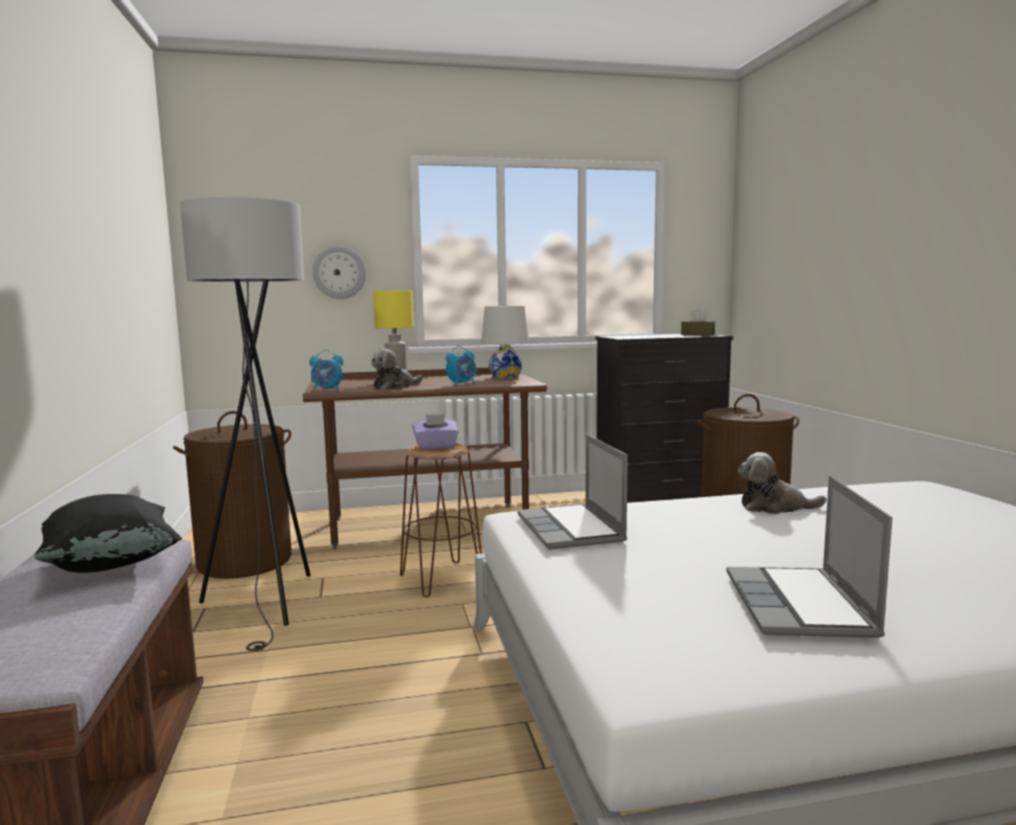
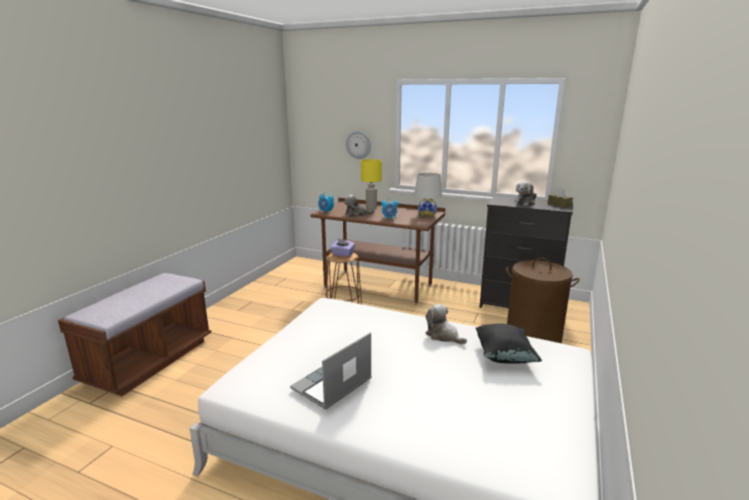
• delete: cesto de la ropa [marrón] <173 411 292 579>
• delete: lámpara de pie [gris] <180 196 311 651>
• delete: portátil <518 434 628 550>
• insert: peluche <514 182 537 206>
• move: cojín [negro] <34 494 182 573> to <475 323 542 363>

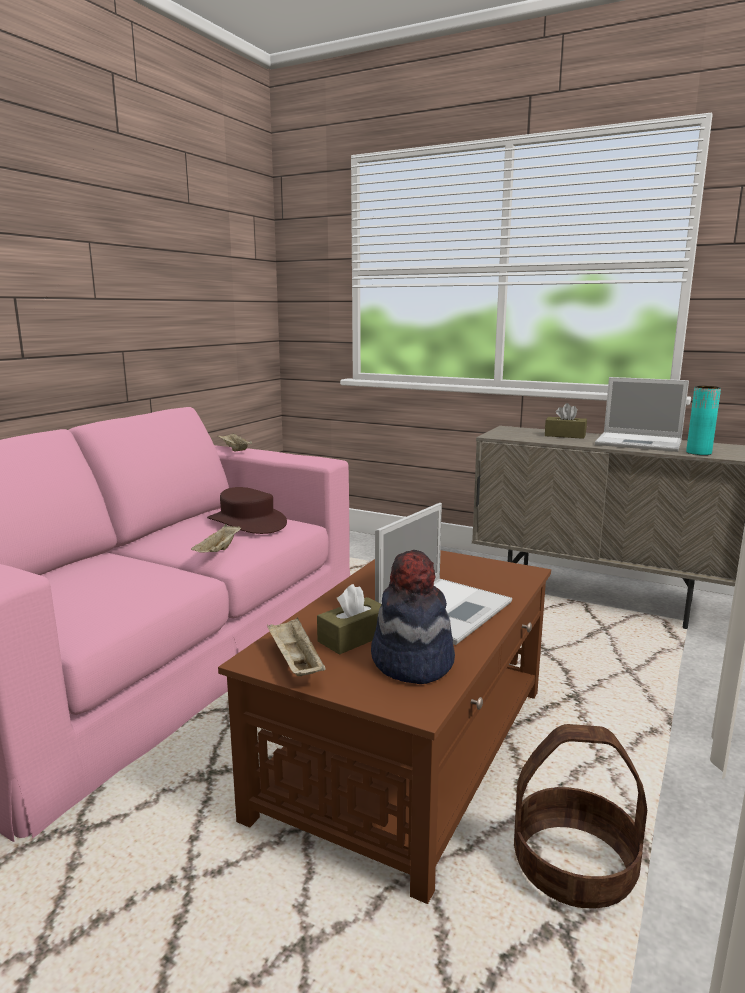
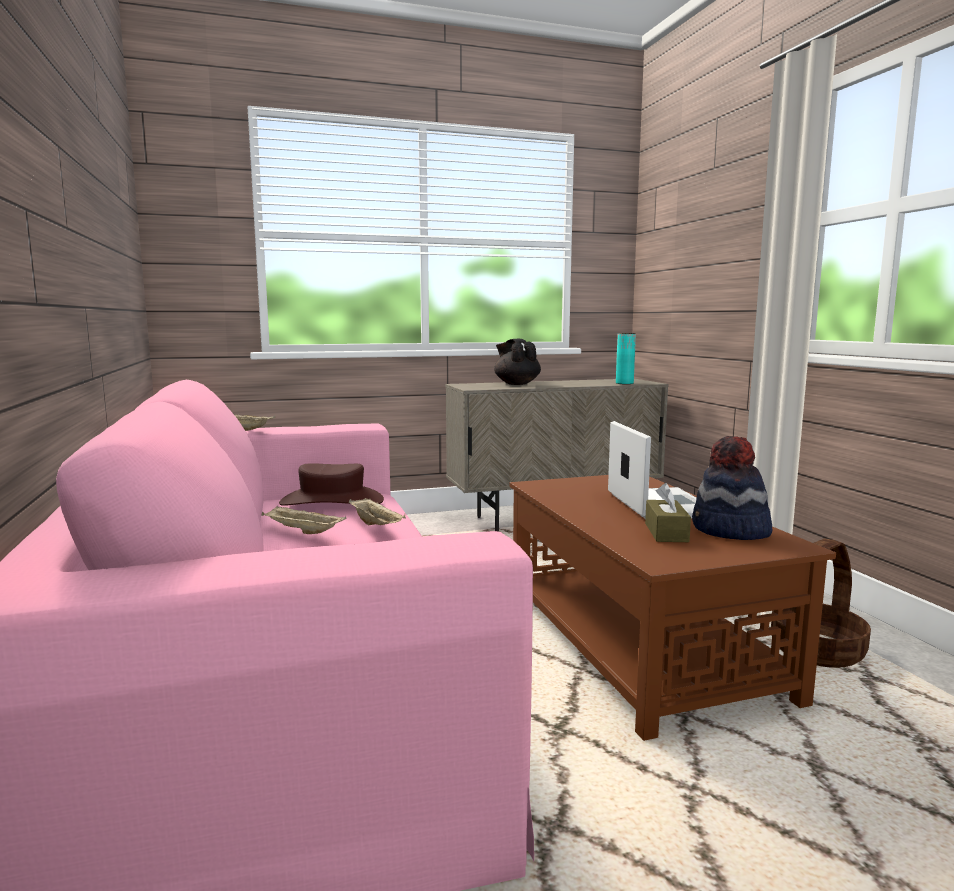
• delete: portátil <595 377 689 452>
• move: bandeja [beis] <267 617 326 676> to <261 506 346 534>
• replace: caja de pañuelos [marrón] <545 403 587 439> to tetera [negro] <494 339 541 385>

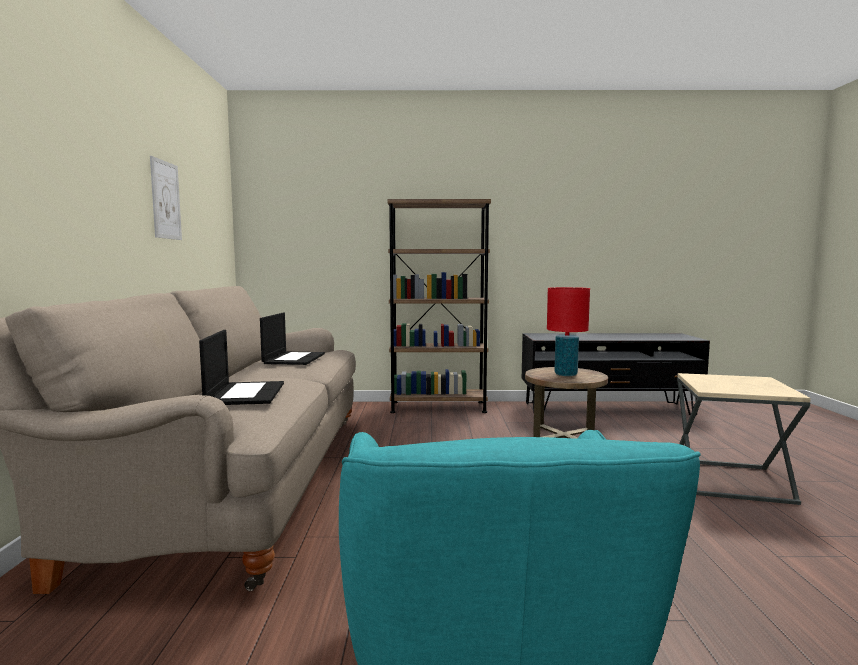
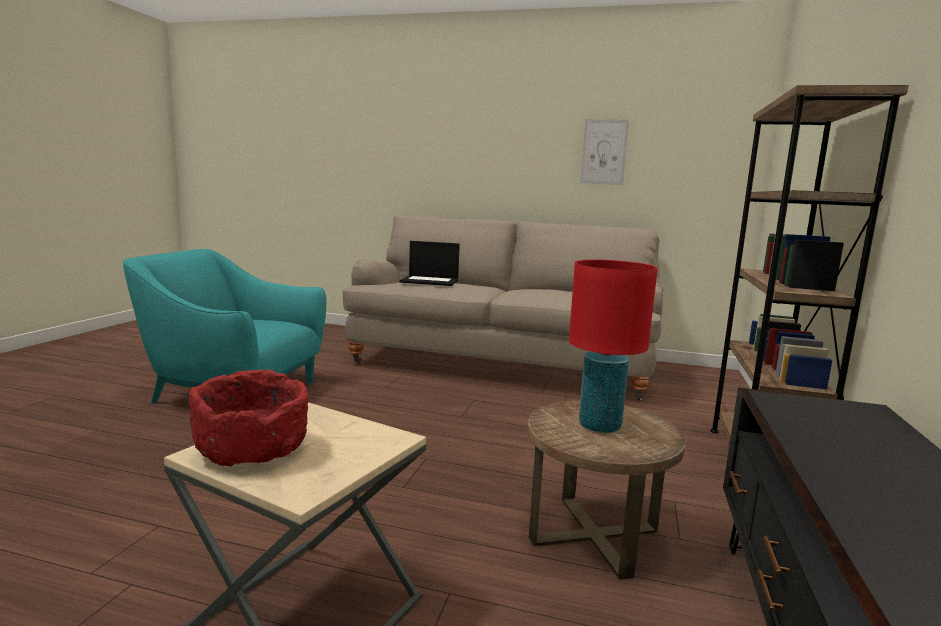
• delete: portátil <260 313 325 365>
• insert: cuenco [rojo] <189 370 309 467>

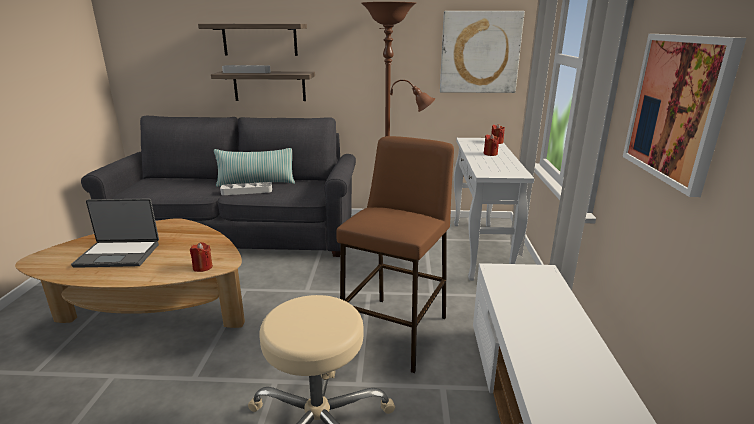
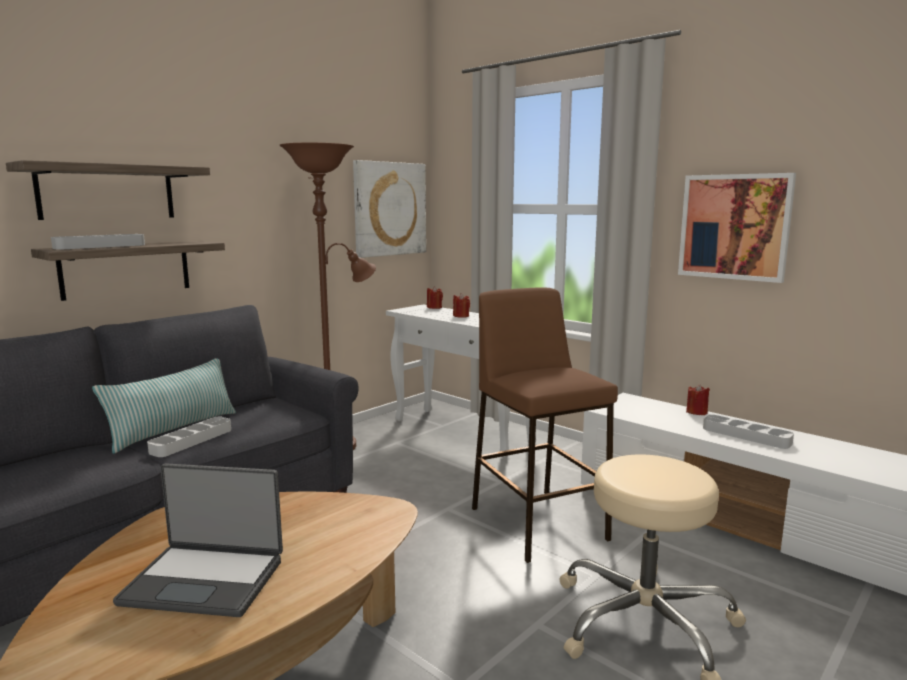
• insert: bandeja [gris] <703 415 794 449>
• move: vela [rojo] <190 242 213 272> to <686 384 710 415>
• rotate: portátil <71 199 159 268> = <113 463 283 617> 60 degrees clockwise

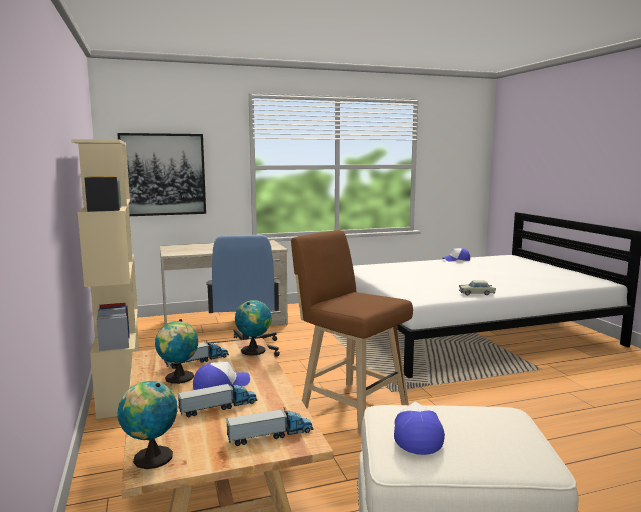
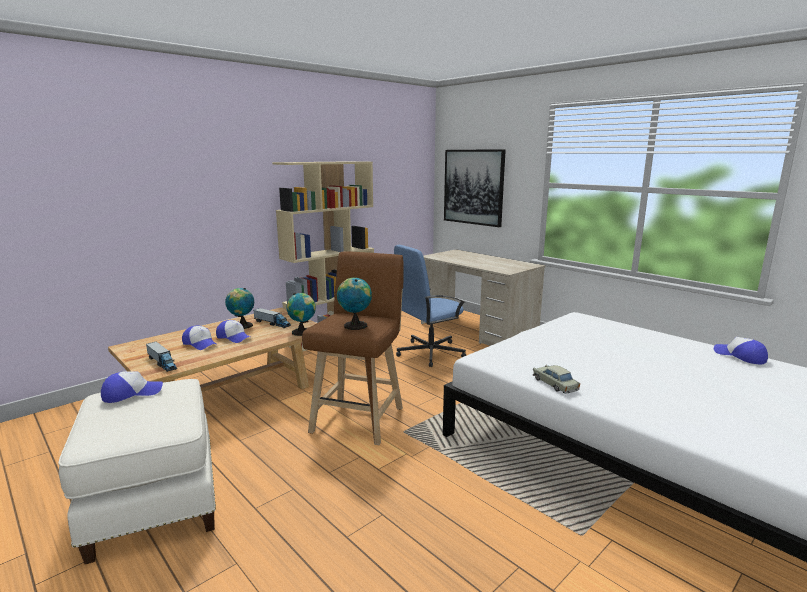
• move: globo terráqueo <118 381 177 469> to <337 278 372 330>
• replace: camión de juguete <177 382 257 417> to gorra <182 326 216 350>

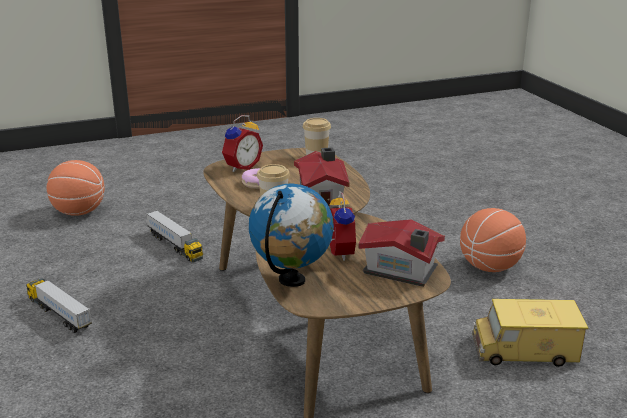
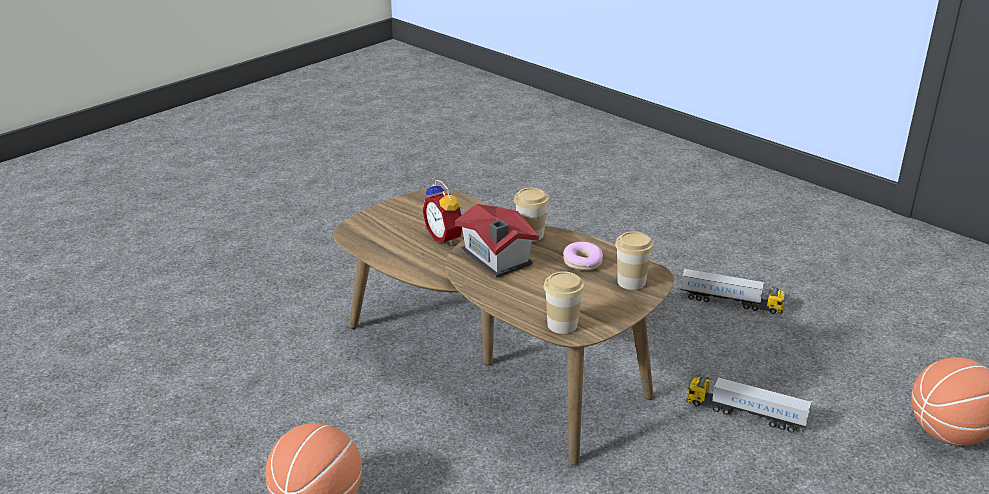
• delete: globo terráqueo <249 184 334 287>
• delete: casita <358 219 445 287>
• delete: camión de juguete <472 299 588 367>
• replace: despertador <222 115 263 172> to taza <615 231 654 290>

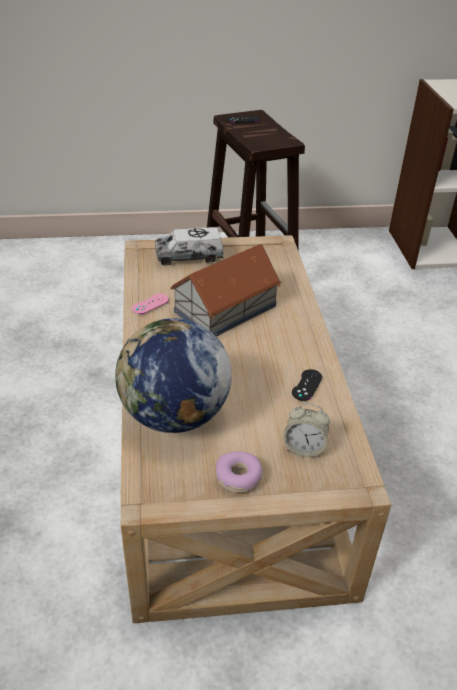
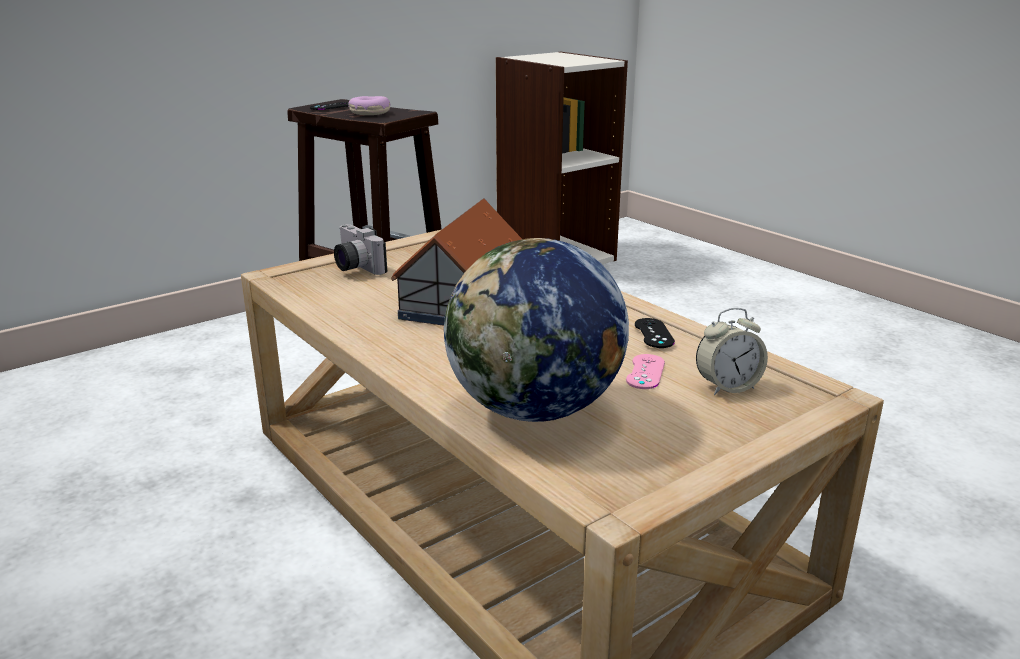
• move: mando de consola [rosa] <132 294 169 314> to <626 354 665 389>
• move: rosquilla <216 451 263 493> to <348 96 391 115>
• replace: camión de juguete <155 227 224 266> to cámara <334 224 387 275>

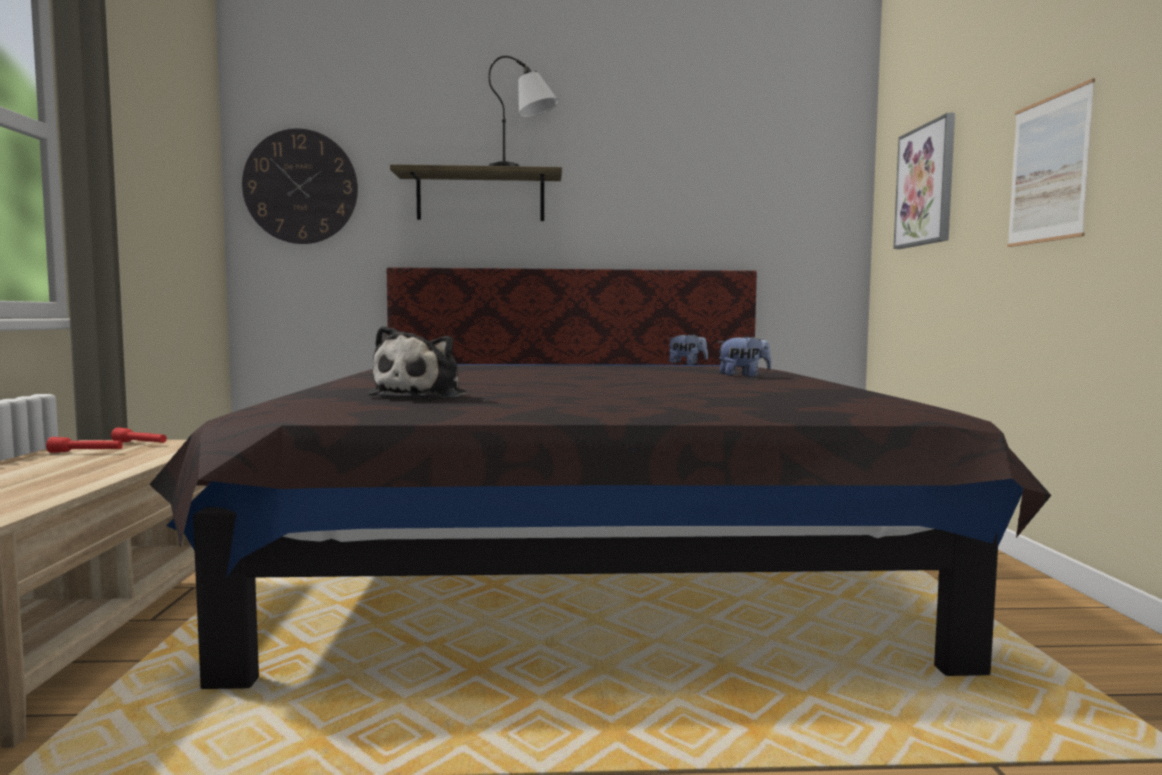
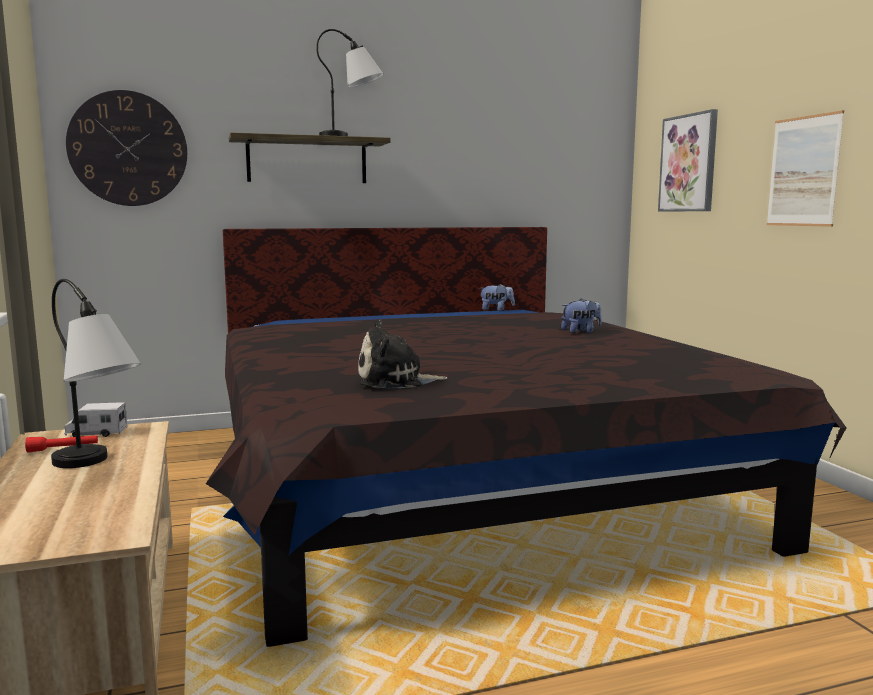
• insert: lámpara de mesa <51 279 141 468>
• replace: linterna [rojo] <111 427 167 443> to camión de juguete <64 402 127 437>
• rotate: peluche <368 326 467 398> = <358 320 447 388> 75 degrees clockwise

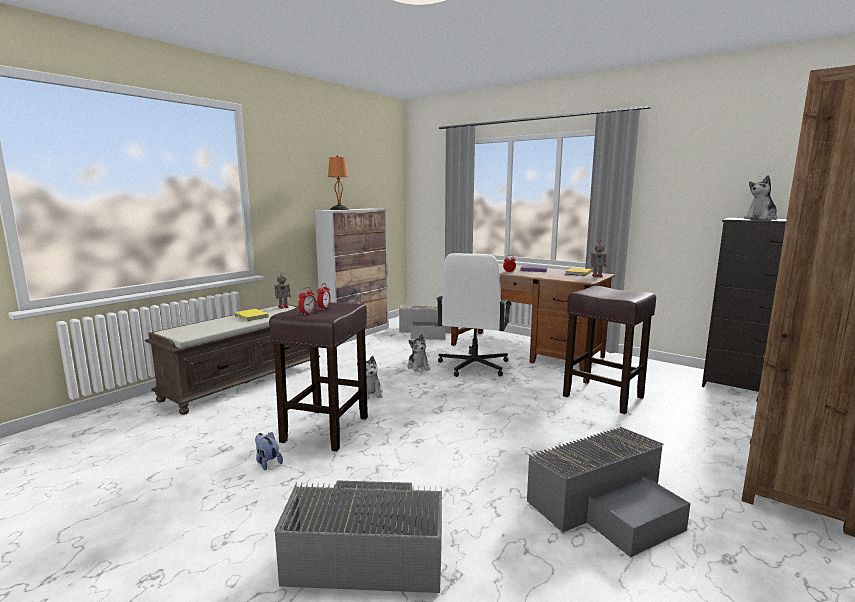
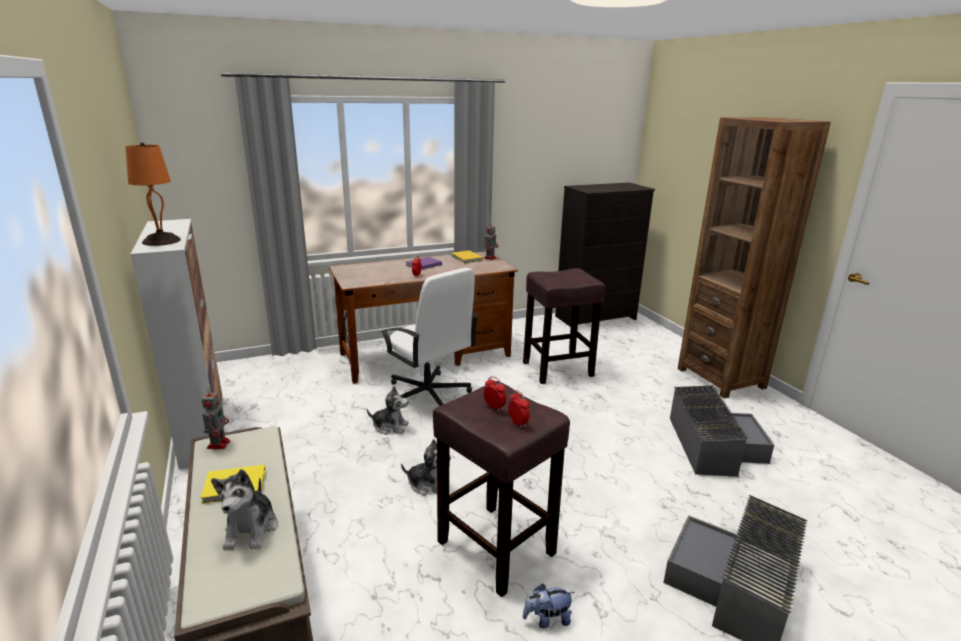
• delete: caja de almacenaje [gris] <399 305 451 340>
• move: peluche <744 175 777 220> to <211 469 277 550>

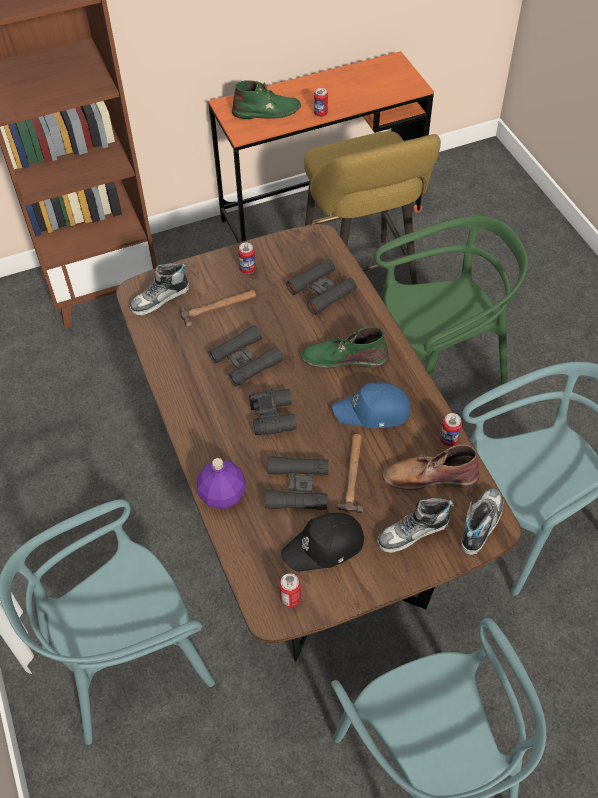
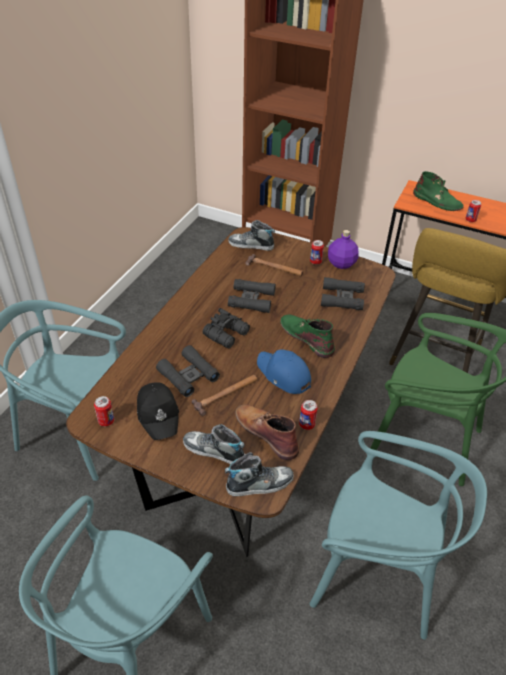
• move: botella [morado] <197 458 246 509> to <328 230 359 269>
• rotate: gorra [negro] <281 513 364 571> = <137 382 179 440> 135 degrees counterclockwise

